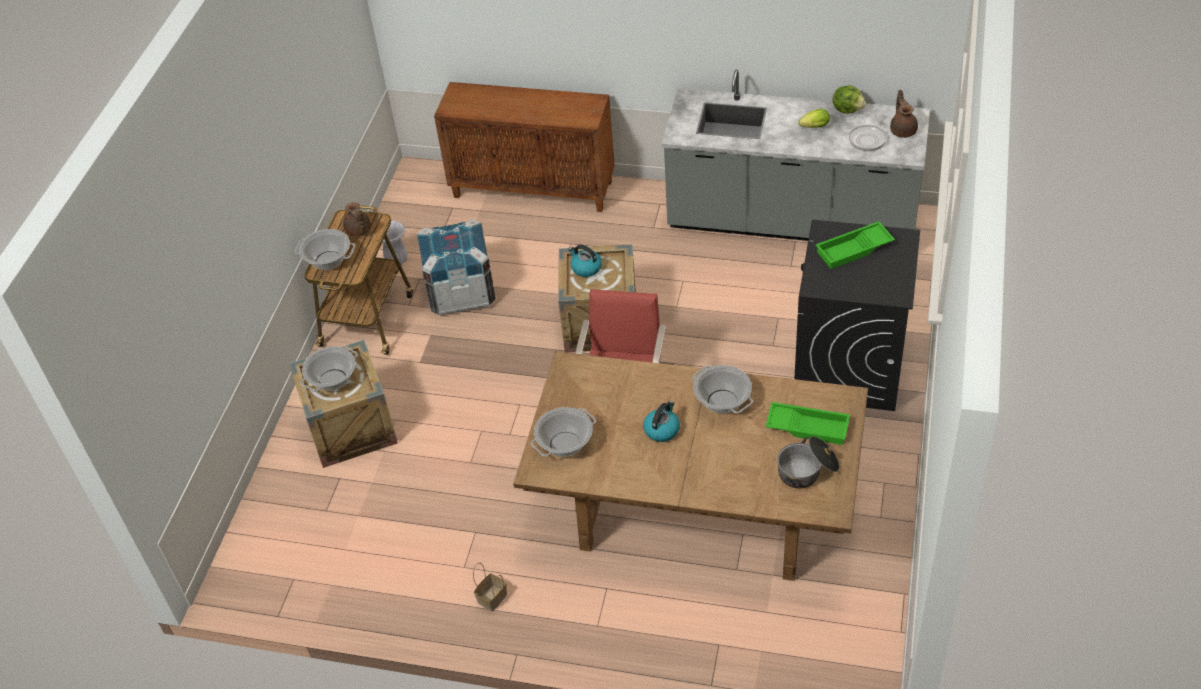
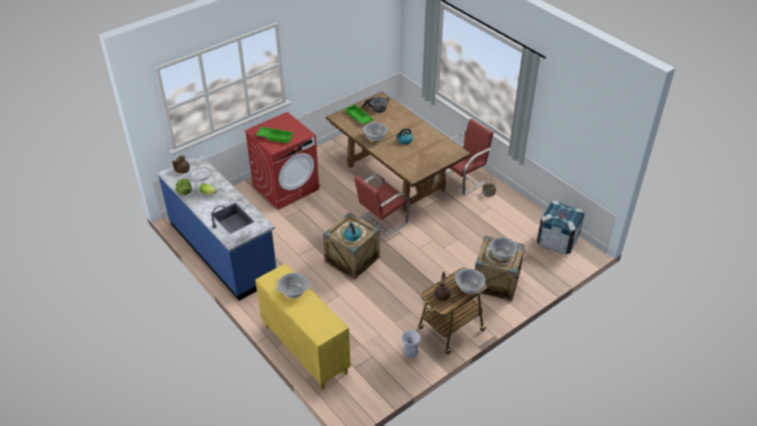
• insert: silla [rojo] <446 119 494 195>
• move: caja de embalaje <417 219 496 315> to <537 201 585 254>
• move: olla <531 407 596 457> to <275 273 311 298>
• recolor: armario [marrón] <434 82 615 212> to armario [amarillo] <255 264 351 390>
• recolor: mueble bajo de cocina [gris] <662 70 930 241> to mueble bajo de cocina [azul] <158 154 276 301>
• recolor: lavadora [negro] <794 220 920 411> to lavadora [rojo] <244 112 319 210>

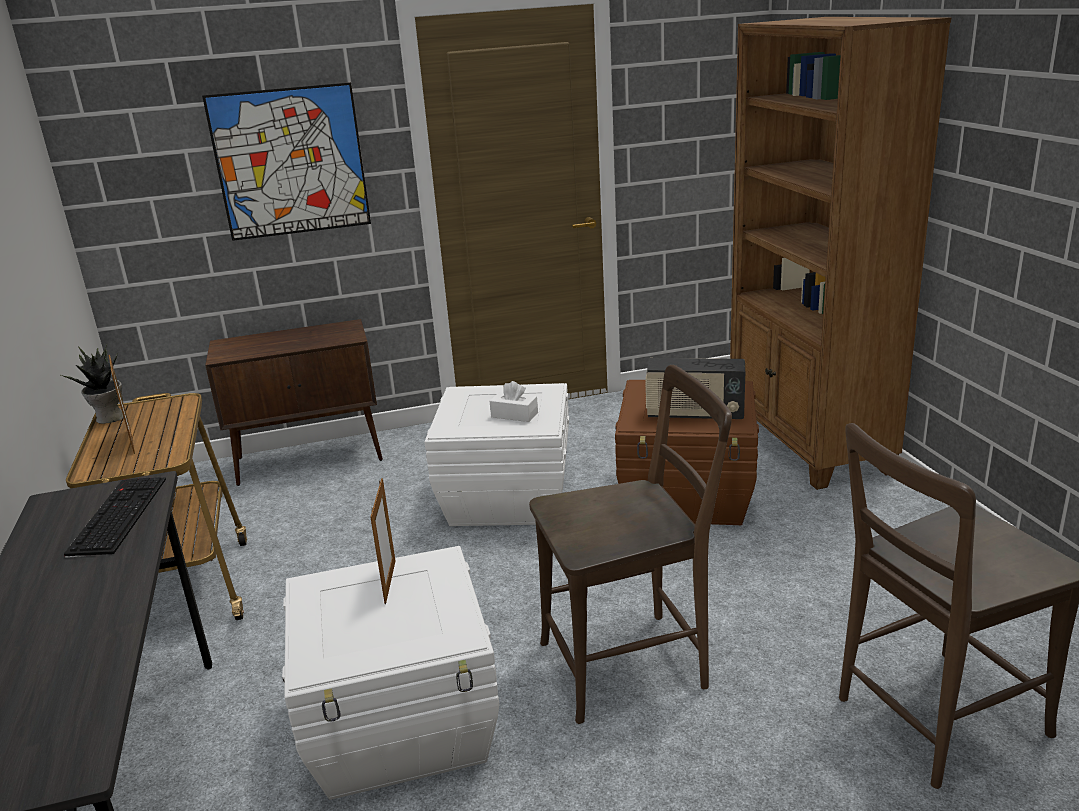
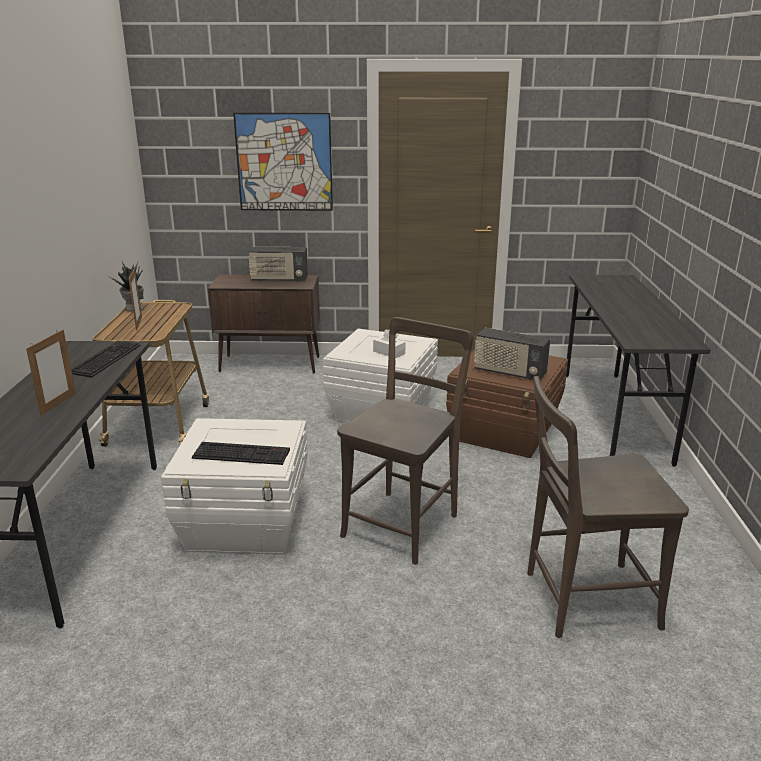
• insert: teclado <192 442 290 465>
• insert: radio <249 247 308 282>
• move: portarretratos <370 478 395 604> to <26 330 76 416>
• replace: estantería [marrón] <730 17 951 490> to escritorio [gris] <566 275 711 466>
• rotate: silla [marrón] <529 365 732 724> = <337 317 473 565> 60 degrees counterclockwise

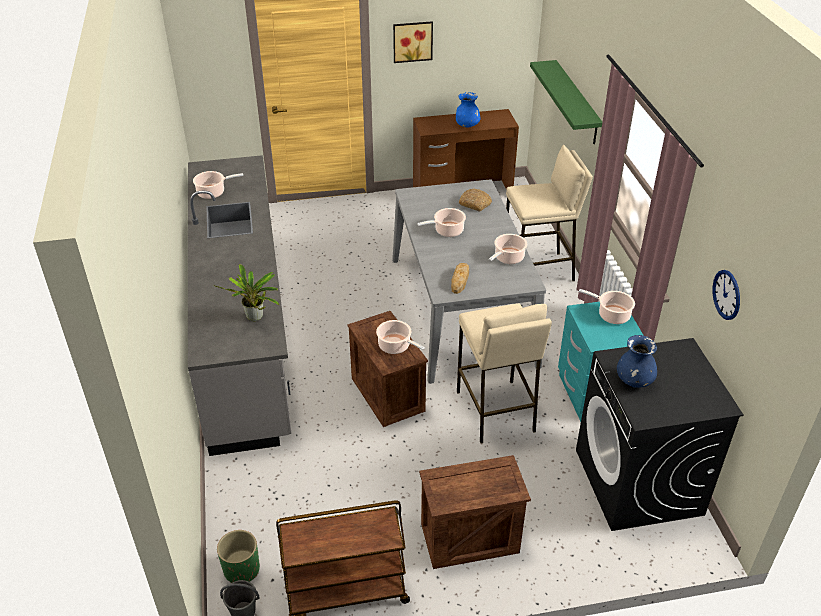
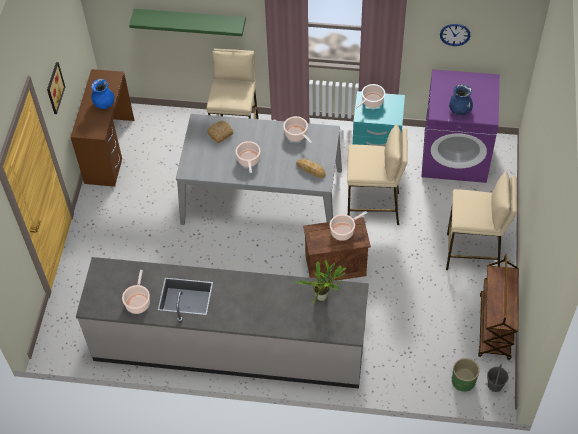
• replace: caja de embalaje <419 455 531 569> to taburete [beis] <446 172 517 270>
• recolor: lavadora [negro] <576 338 744 531> to lavadora [morado] <421 69 500 183>

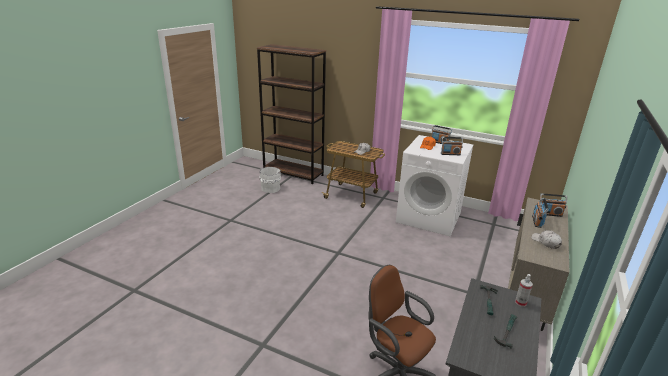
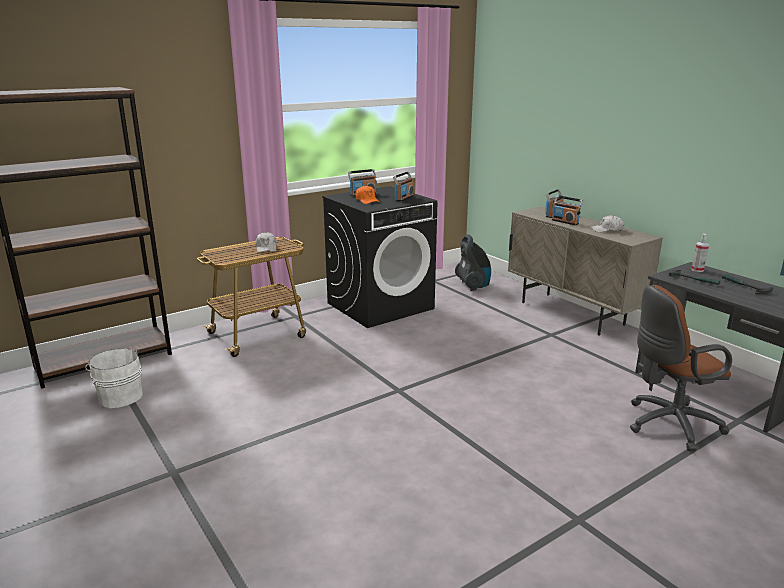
• insert: aspiradora <455 235 491 291>
• recolor: lavadora [blanco] <396 135 474 236> to lavadora [negro] <322 186 438 328>

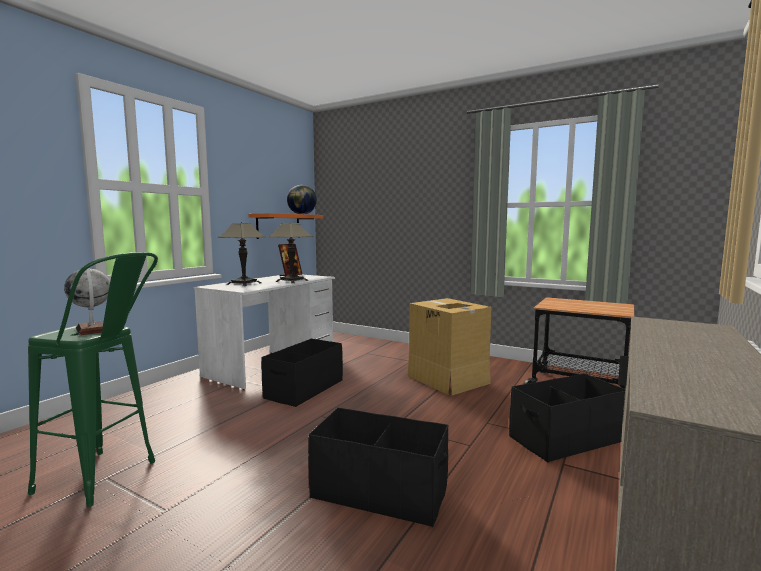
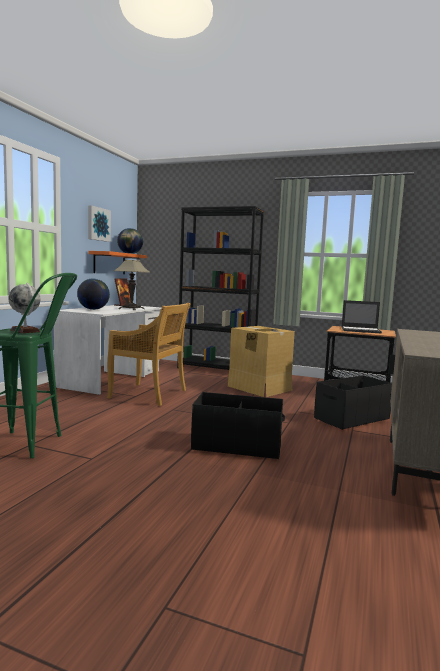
• insert: cuadro <88 205 111 242>
• insert: estantería [negro] <177 206 264 370>
• insert: portátil <342 300 382 333>
• replace: lámpara de mesa <218 222 265 286> to globo terráqueo <77 278 110 310>
• replace: caja de almacenaje [negro] <261 339 343 407> to silla [beis] <107 303 190 406>

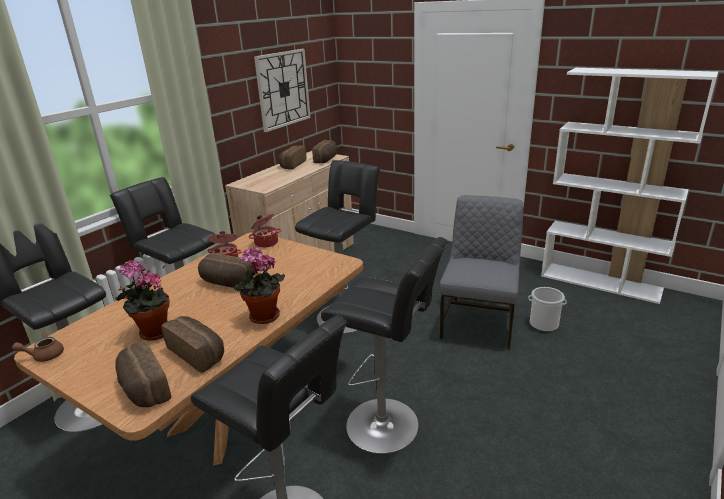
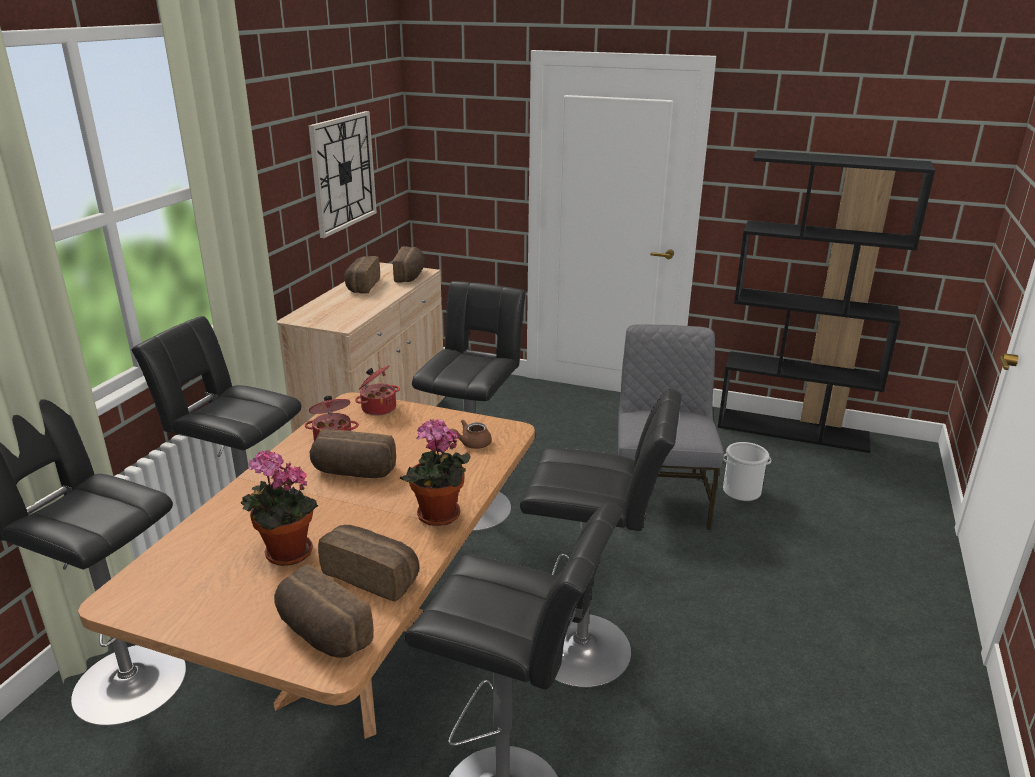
• move: tetera [marrón] <12 332 64 362> to <450 420 492 449>
• recolor: estantería [blanco] <541 68 718 304> to estantería [negro] <717 150 935 453>

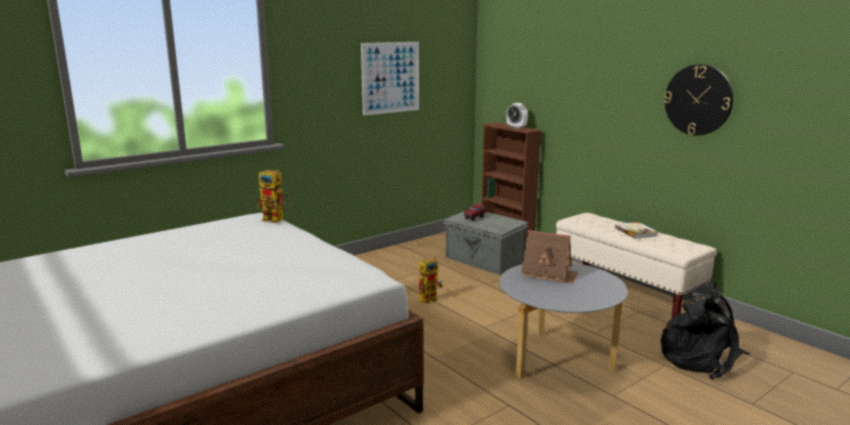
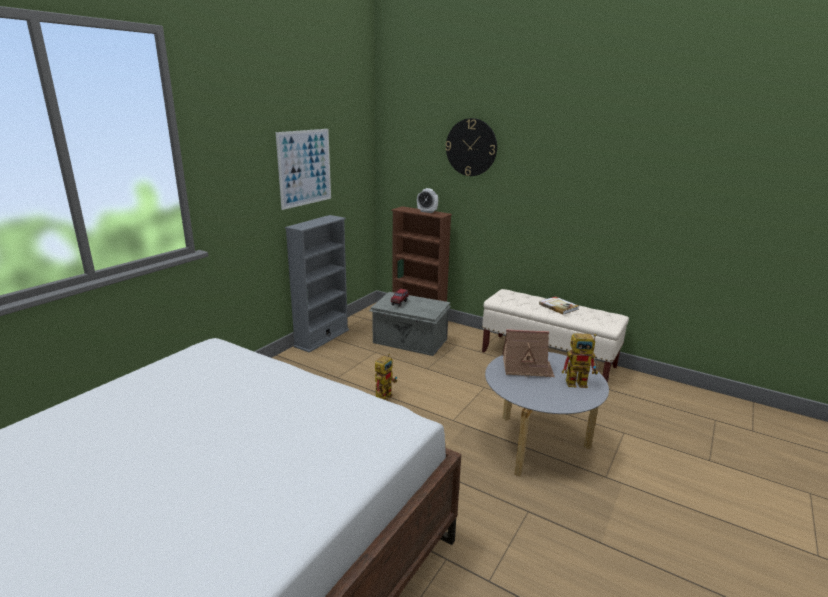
• delete: mochila [negro] <661 282 750 380>
• insert: estantería [gris] <285 215 349 353>
• move: robot de juguete <257 170 294 223> to <562 333 598 388>
• move: reloj de pared <664 64 733 136> to <445 118 497 176>

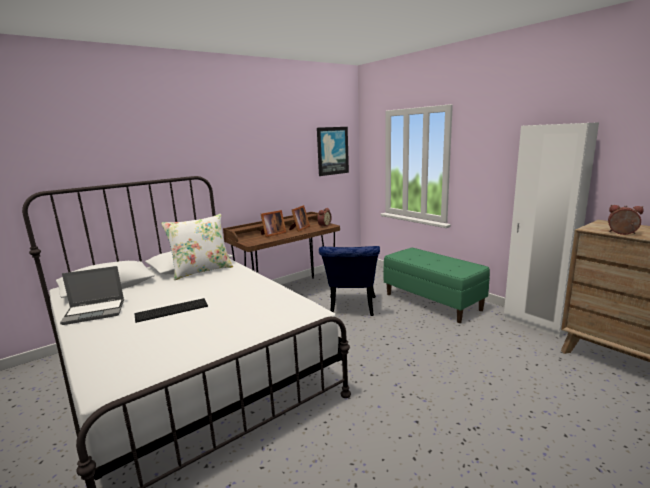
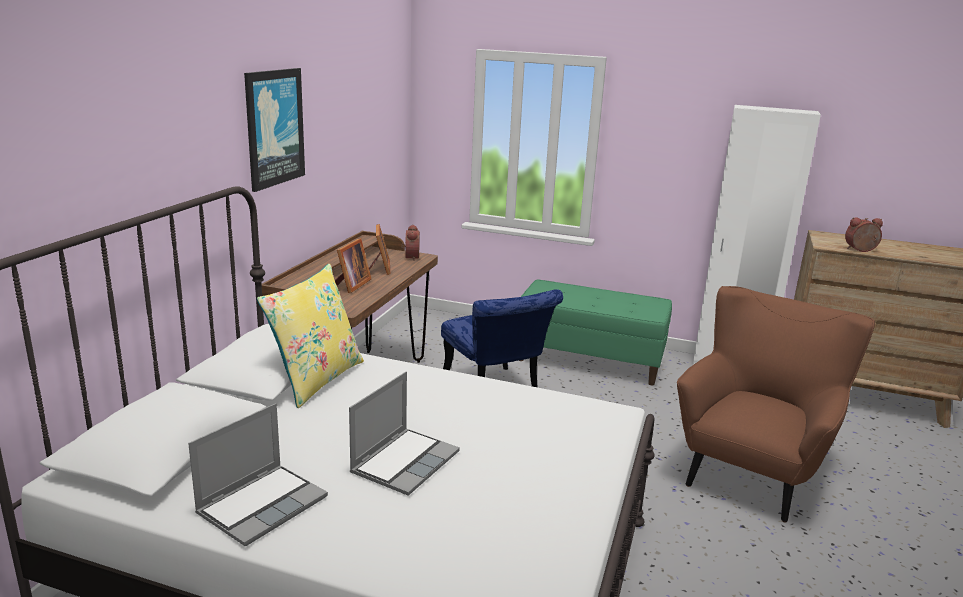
• insert: sillón [marrón] <677 286 875 523>
• move: cuadro <317 127 349 176> to <244 68 305 192>
• replace: teclado <134 298 208 323> to portátil <349 372 460 496>
• recolor: cojín [blanco] <161 214 233 280> to cojín [amarillo] <257 264 364 408>

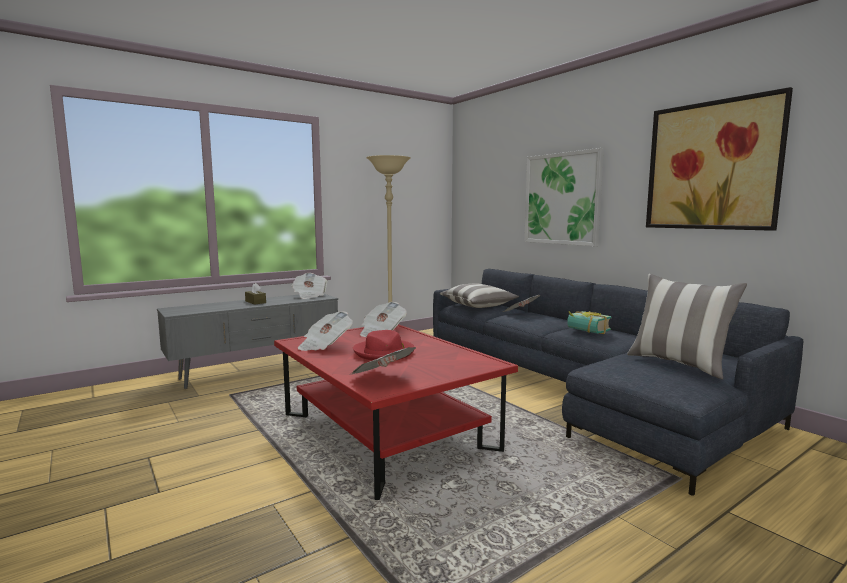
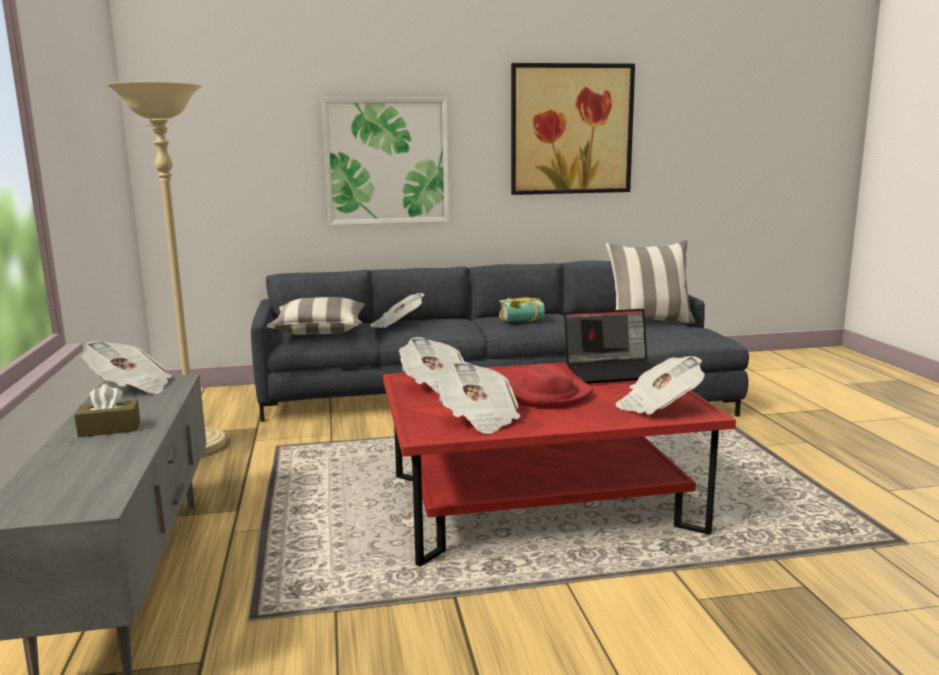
• insert: portátil <564 309 655 384>

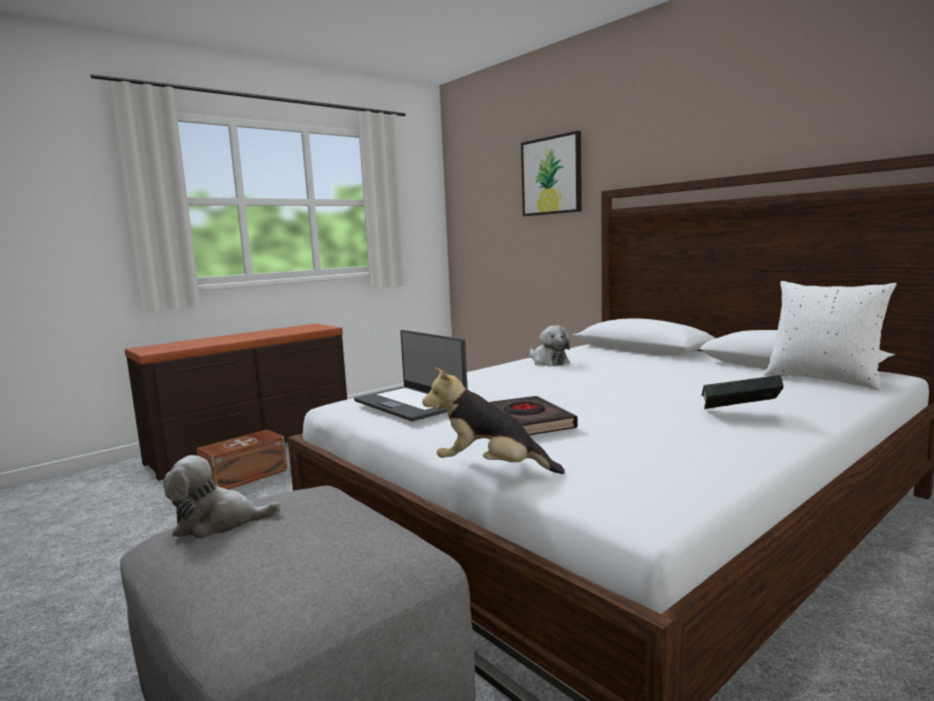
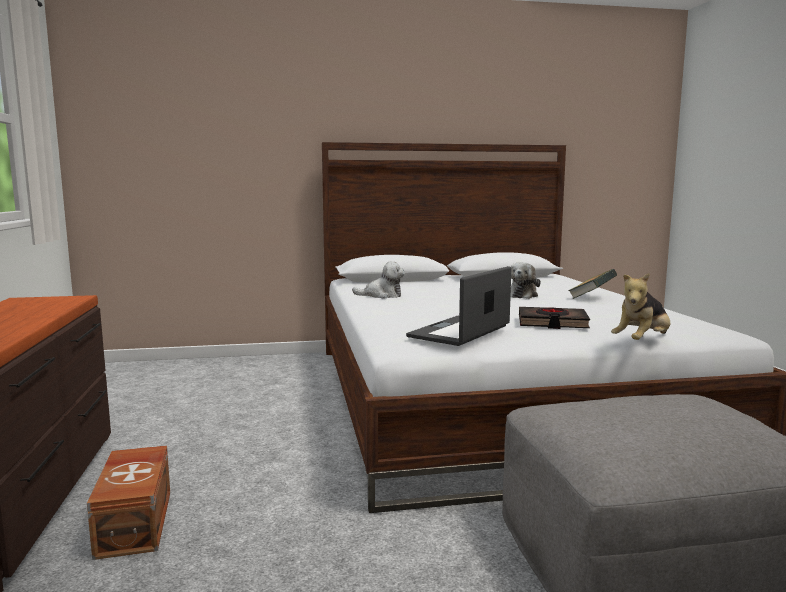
• delete: cuadro <521 131 582 216>
• delete: cojín [blanco] <764 281 897 390>
• move: peluche <163 455 281 539> to <510 262 541 299>
• rotate: portátil <354 330 467 422> = <406 266 512 346> 135 degrees clockwise

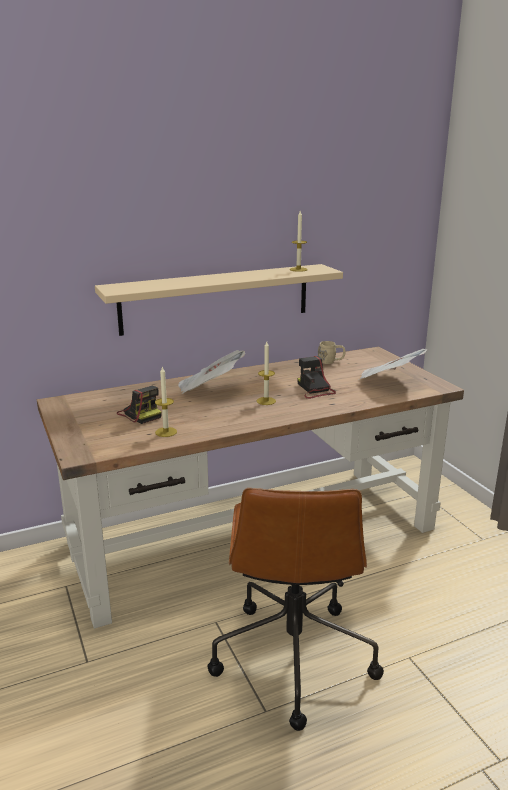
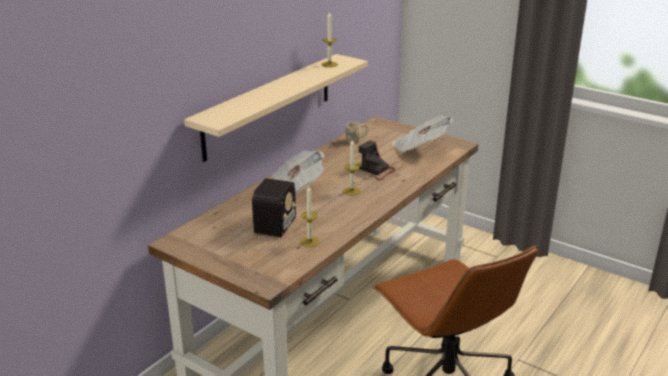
• replace: cámara <117 386 162 424> to radio <228 178 298 250>

